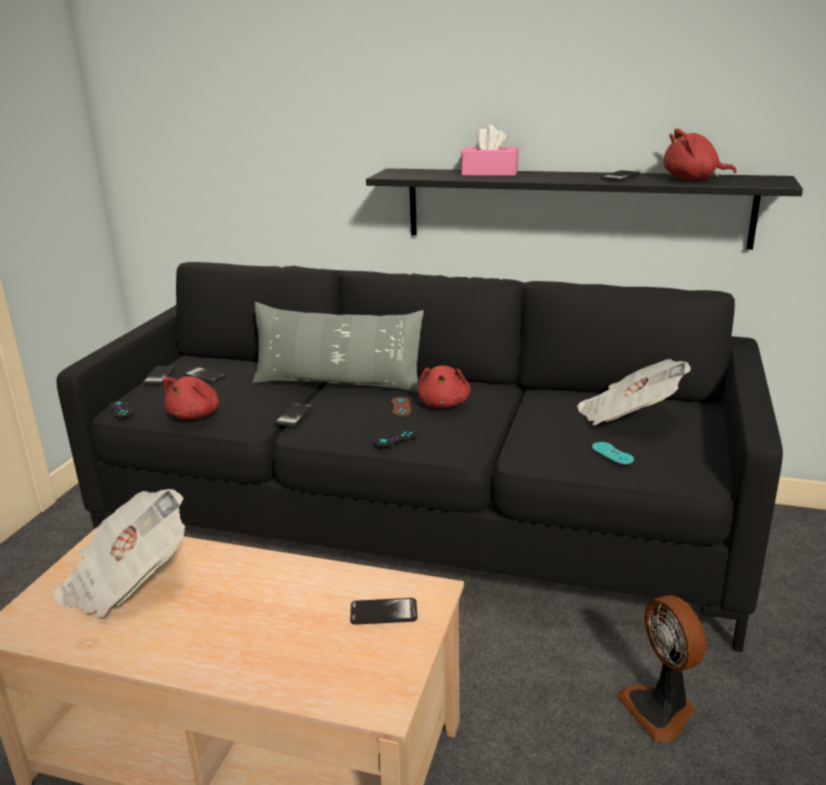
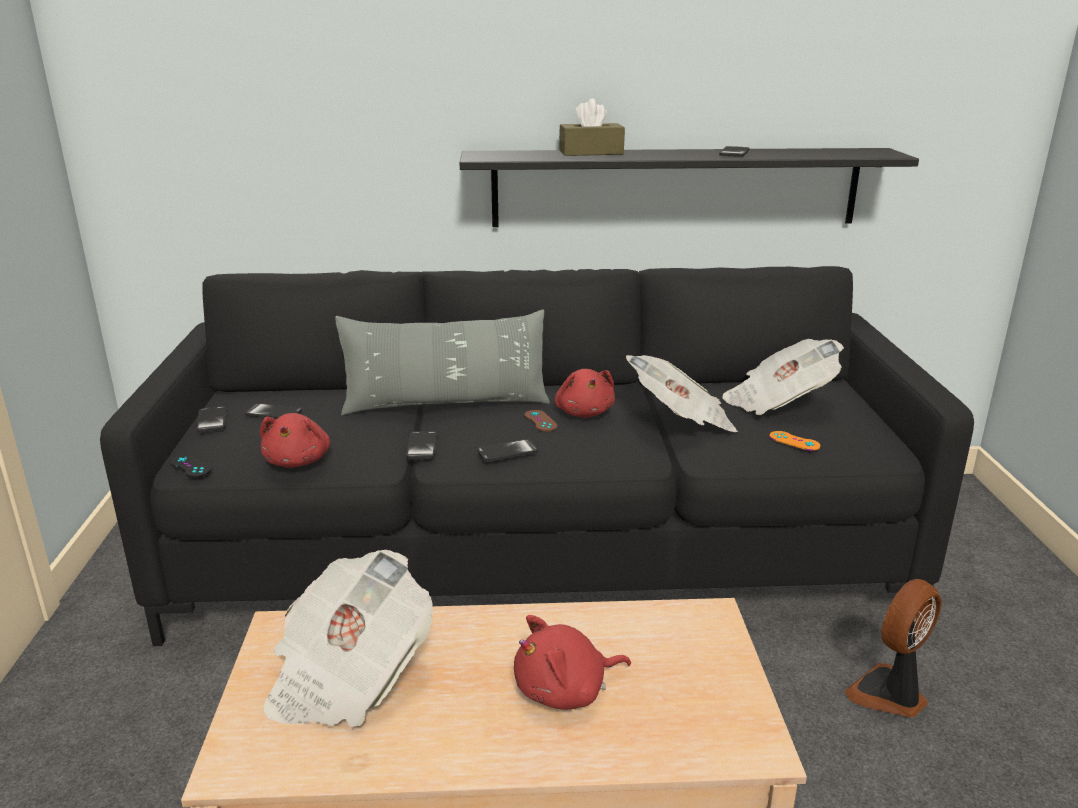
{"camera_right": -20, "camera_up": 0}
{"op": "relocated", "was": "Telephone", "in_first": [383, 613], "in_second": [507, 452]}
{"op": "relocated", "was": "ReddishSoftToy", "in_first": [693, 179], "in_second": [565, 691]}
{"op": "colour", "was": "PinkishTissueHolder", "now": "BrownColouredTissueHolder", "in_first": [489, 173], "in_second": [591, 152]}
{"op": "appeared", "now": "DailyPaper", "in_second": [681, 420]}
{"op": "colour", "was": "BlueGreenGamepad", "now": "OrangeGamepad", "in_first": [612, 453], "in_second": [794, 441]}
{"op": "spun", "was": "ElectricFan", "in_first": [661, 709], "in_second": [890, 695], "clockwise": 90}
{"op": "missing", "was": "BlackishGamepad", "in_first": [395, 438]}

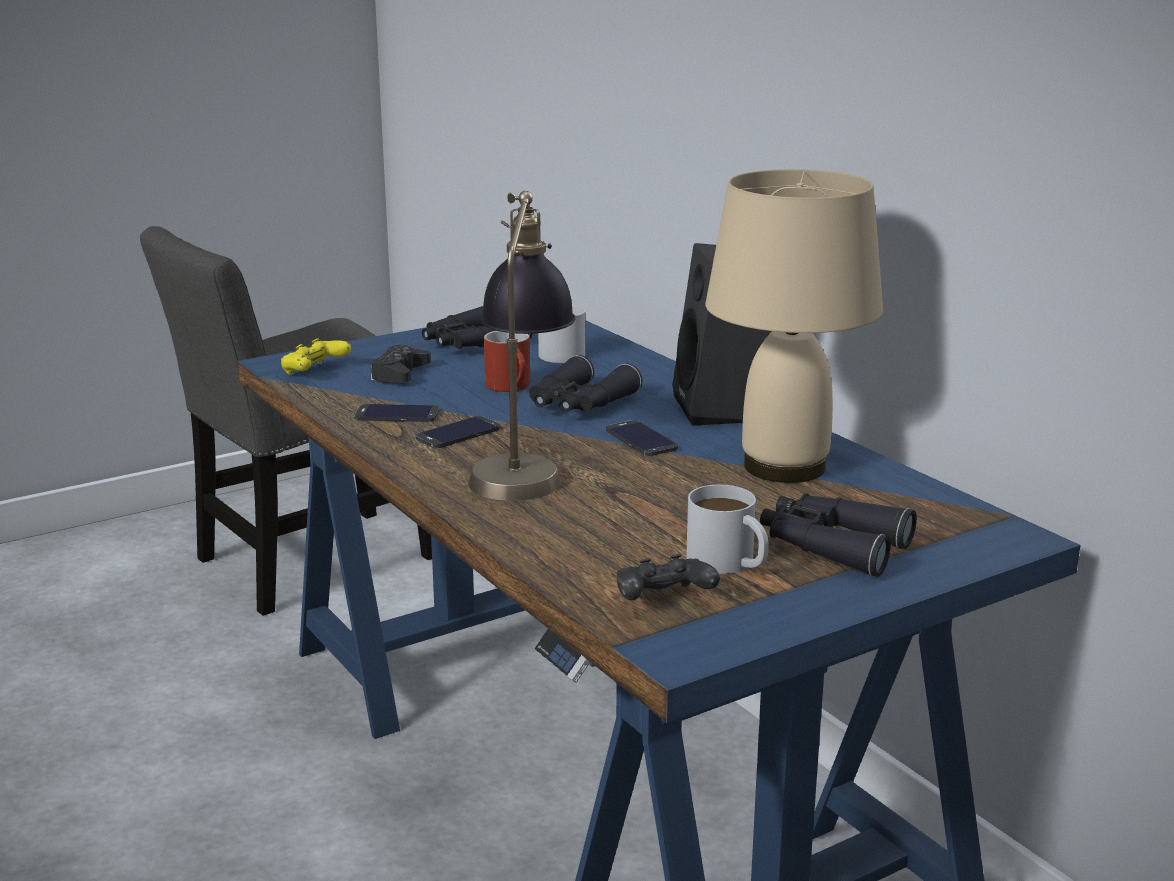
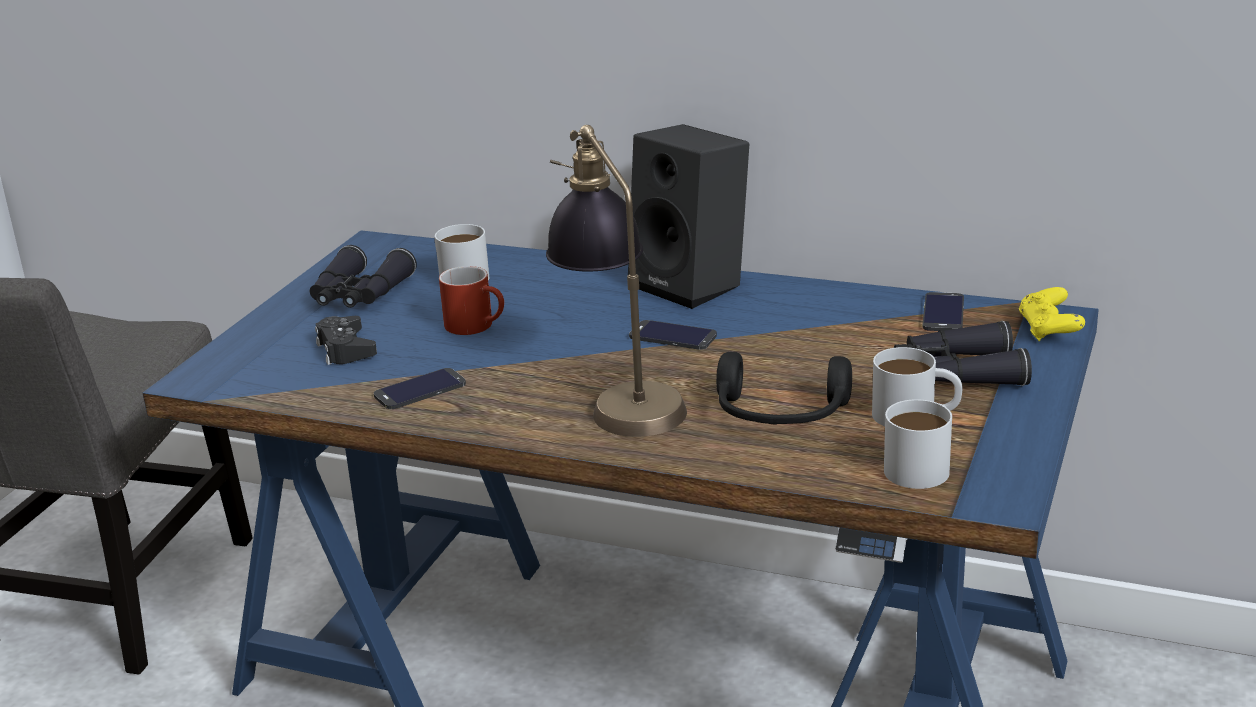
{"camera_right": -35, "camera_up": 5}
{"op": "appeared", "now": "BlackishHeadphones", "in_second": [780, 415]}
{"op": "exchanged", "was": "BlackishGamepad", "now": "WhiteCoffeeMug", "in_first": [663, 601], "in_second": [923, 465]}
{"op": "relocated", "was": "Telephone", "in_first": [458, 433], "in_second": [943, 313]}
{"op": "relocated", "was": "YellowGamepad", "in_first": [314, 372], "in_second": [1049, 330]}
{"op": "missing", "was": "BlackishPairOfBinoculars", "in_first": [579, 404]}
{"op": "missing", "was": "BeigeColouredTabletopLamp", "in_first": [786, 467]}

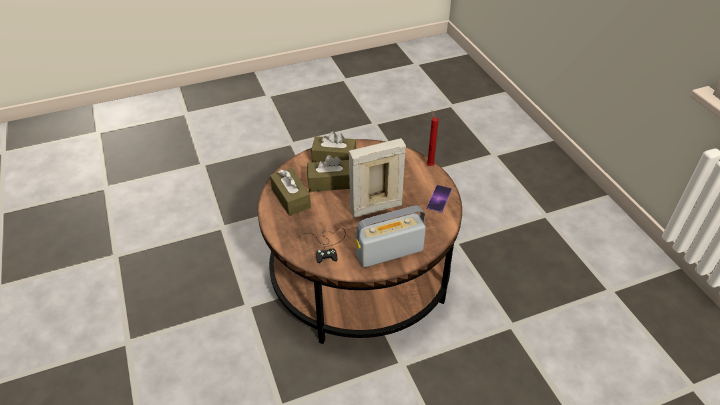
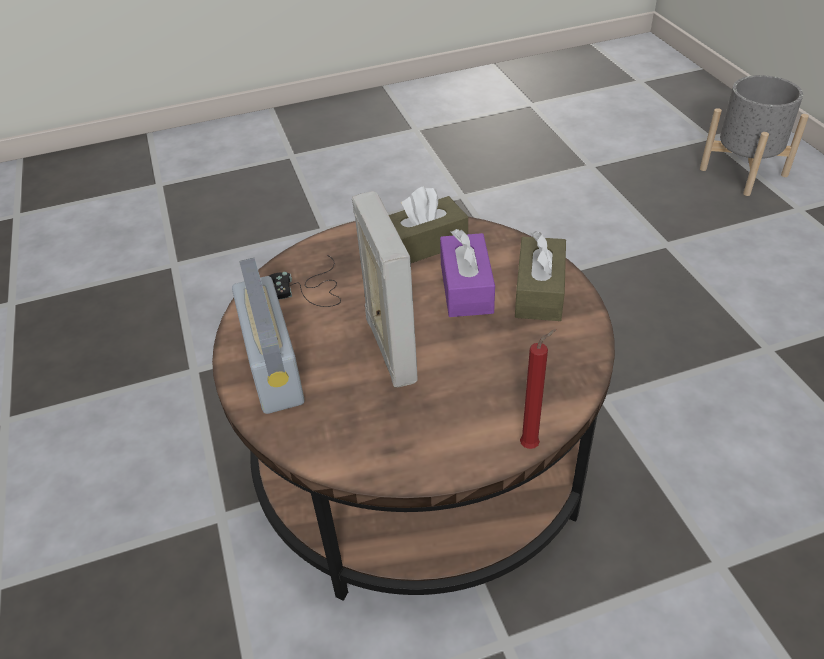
{"camera_right": 95, "camera_up": 0}
{"op": "colour", "was": "BrownColouredTissueHolder", "now": "PurpleTissueHolder", "in_first": [330, 182], "in_second": [466, 288]}
{"op": "appeared", "now": "GreyPlanter", "in_second": [743, 172]}
{"op": "missing", "was": "Telephone", "in_first": [439, 198]}

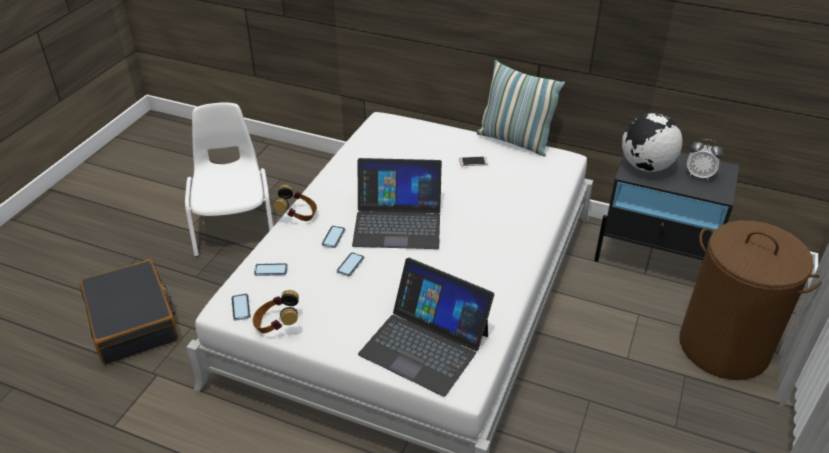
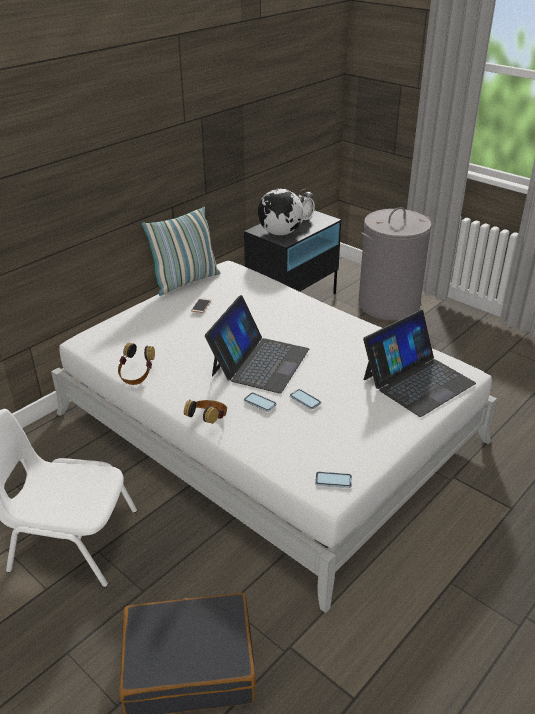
{"camera_right": -70, "camera_up": -5}
{"op": "relocated", "was": "Headphones", "in_first": [277, 325], "in_second": [137, 376]}
{"op": "colour", "was": "BrownColouredWashingBasket", "now": "GreyWashingBasket", "in_first": [724, 346], "in_second": [388, 304]}
{"op": "missing", "was": "Telephone", "in_first": [271, 270]}

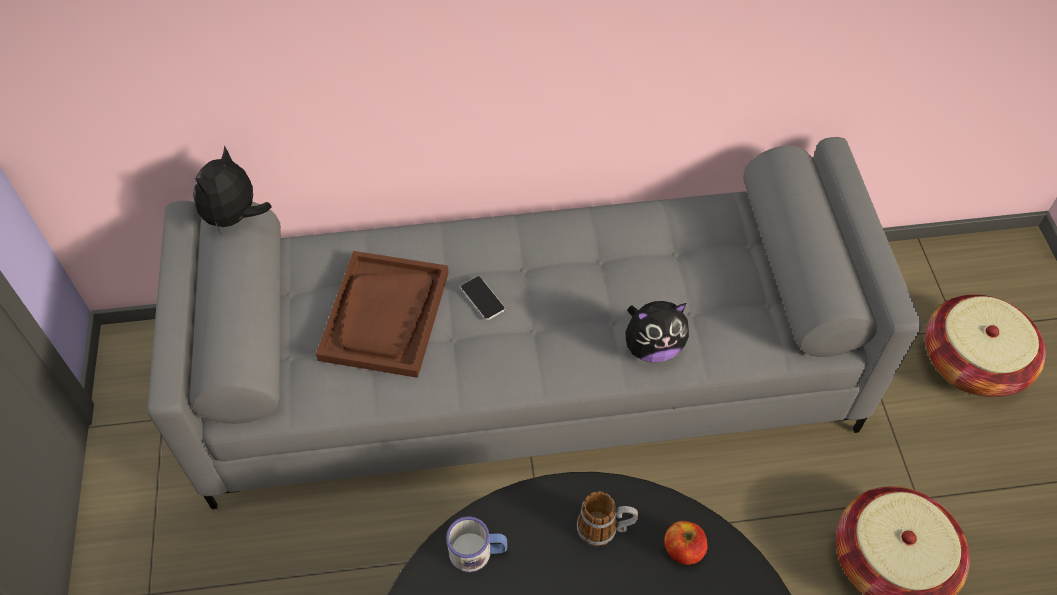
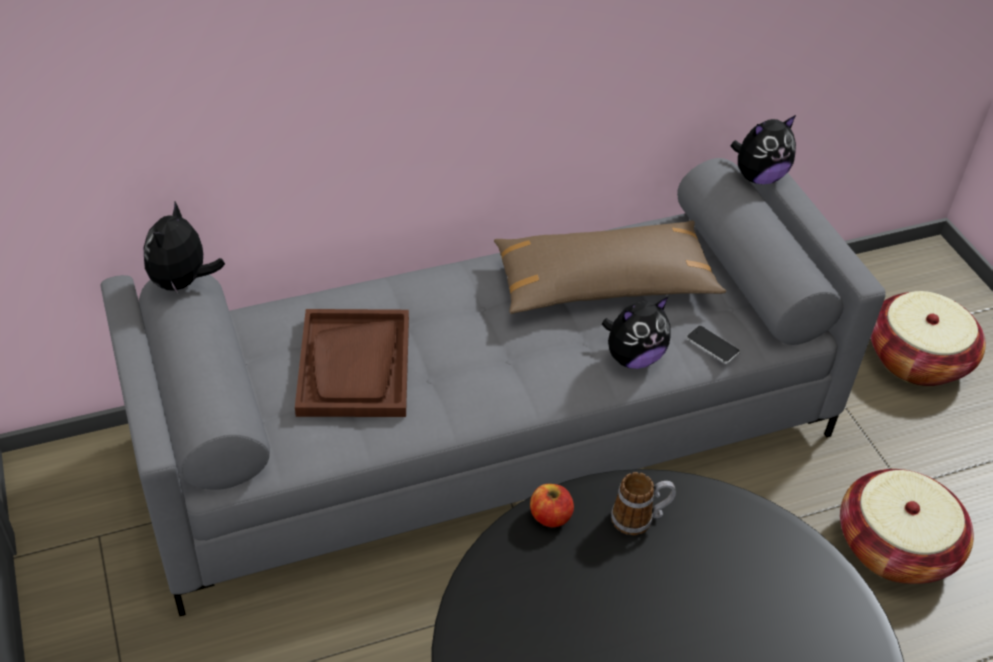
{"camera_right": -15, "camera_up": -10}
{"op": "appeared", "now": "BrownColouredPillow", "in_second": [603, 283]}
{"op": "relocated", "was": "WholeApple", "in_first": [683, 549], "in_second": [550, 516]}
{"op": "relocated", "was": "Telephone", "in_first": [482, 298], "in_second": [712, 345]}
{"op": "appeared", "now": "SoftToy", "in_second": [758, 177]}
{"op": "missing", "was": "CoffeeMug", "in_first": [478, 552]}

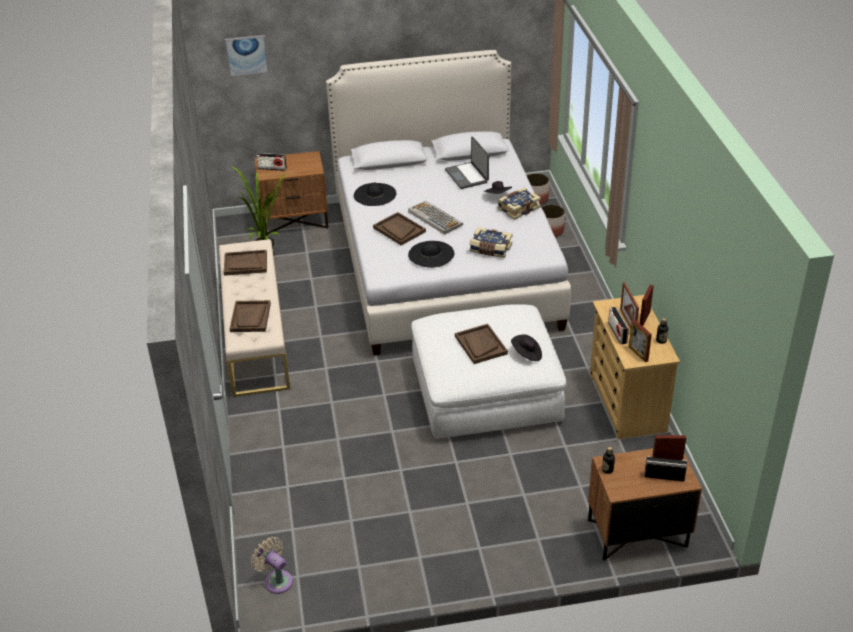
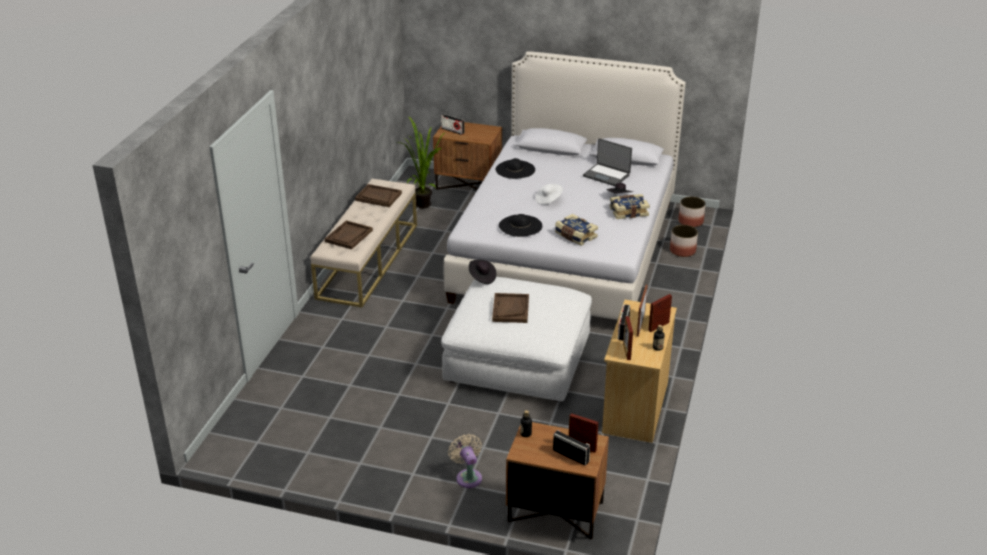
{"camera_right": 25, "camera_up": -5}
{"op": "relocated", "was": "BeigeColouredElectricFan", "in_first": [276, 580], "in_second": [468, 476]}
{"op": "relocated", "was": "BlackishWearableHat", "in_first": [527, 354], "in_second": [482, 277]}
{"op": "exchanged", "was": "PcKeyboard", "now": "WhiteWearableHat", "in_first": [434, 218], "in_second": [548, 200]}
{"op": "spun", "was": "NotebookComputer", "in_first": [467, 176], "in_second": [607, 175], "clockwise": -60}
{"op": "missing", "was": "WallPicture", "in_first": [246, 55]}
{"op": "missing", "was": "BrownColouredServingTray", "in_first": [399, 230]}

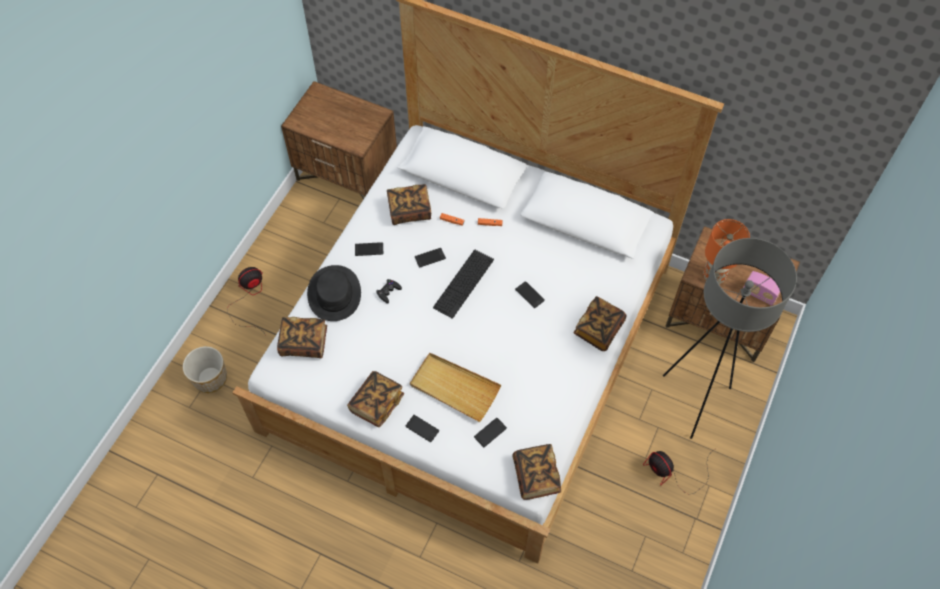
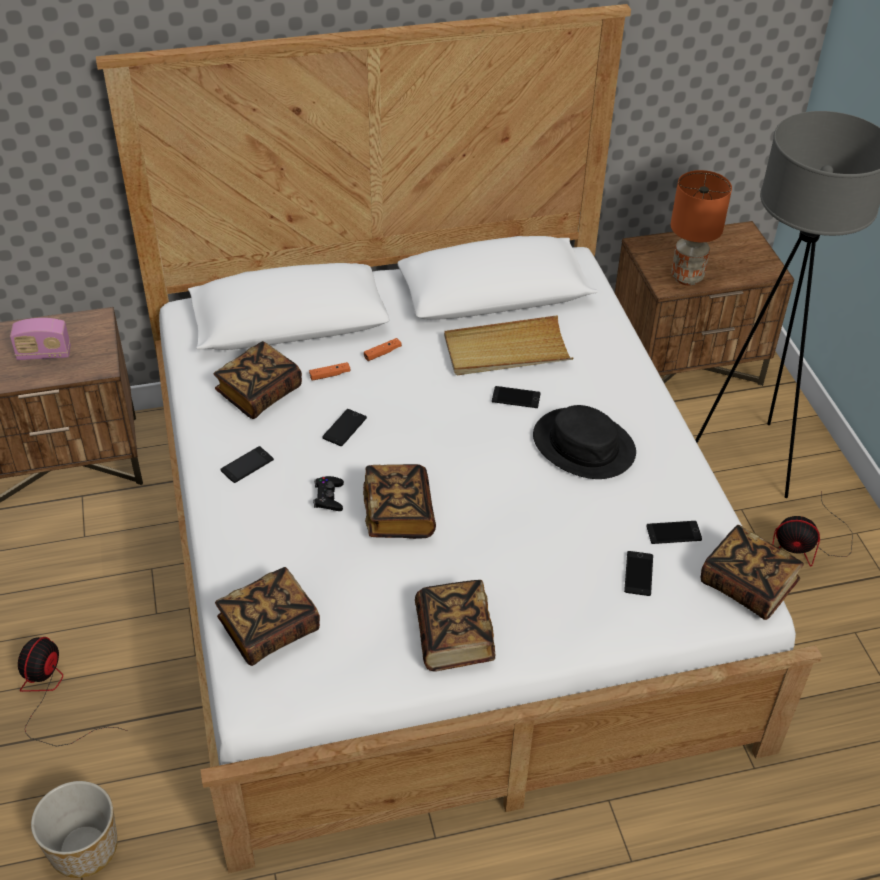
{"camera_right": -40, "camera_up": -15}
{"op": "relocated", "was": "RadioReceiver", "in_first": [759, 294], "in_second": [44, 354]}
{"op": "relocated", "was": "Book", "in_first": [598, 329], "in_second": [398, 514]}
{"op": "relocated", "was": "BeigeColouredServingTray", "in_first": [454, 388], "in_second": [506, 351]}
{"op": "relocated", "was": "BlackishWearableHat", "in_first": [334, 294], "in_second": [584, 445]}
{"op": "relocated", "was": "Telephone", "in_first": [422, 428], "in_second": [673, 533]}
{"op": "missing", "was": "PcKeyboard", "in_first": [463, 283]}

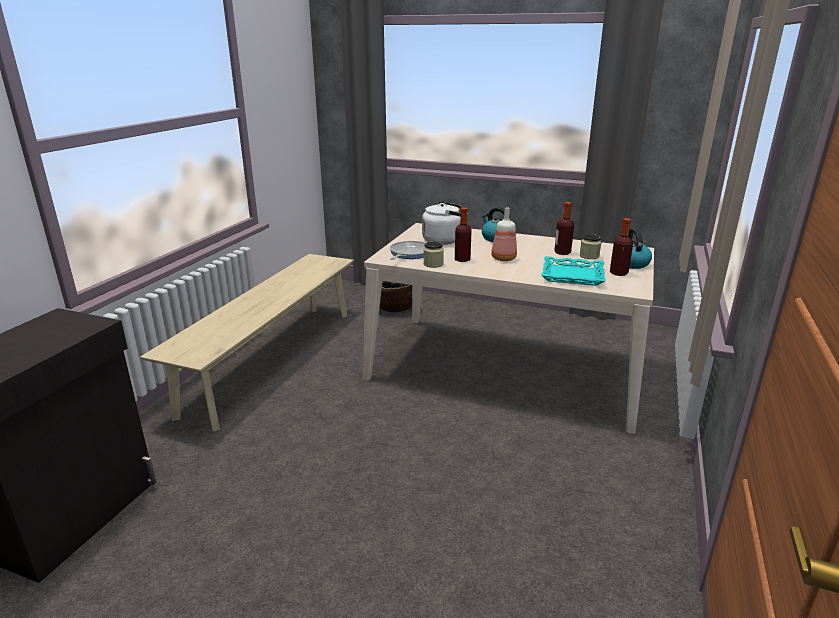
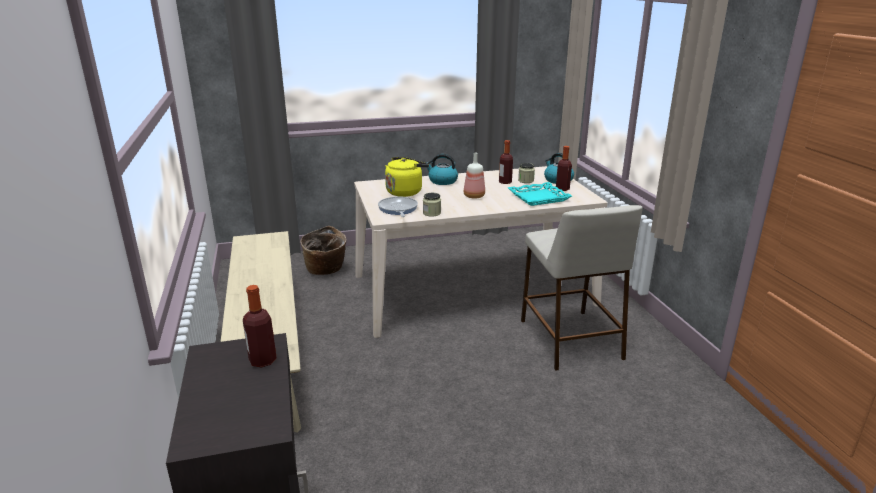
{"camera_right": -35, "camera_up": 0}
{"op": "relocated", "was": "DrinkBottle", "in_first": [462, 259], "in_second": [262, 360]}
{"op": "colour", "was": "WhiteTeaKettle", "now": "YellowTeaKettle", "in_first": [444, 240], "in_second": [405, 192]}
{"op": "appeared", "now": "BeigeColouredStoolSeat", "in_second": [569, 338]}

